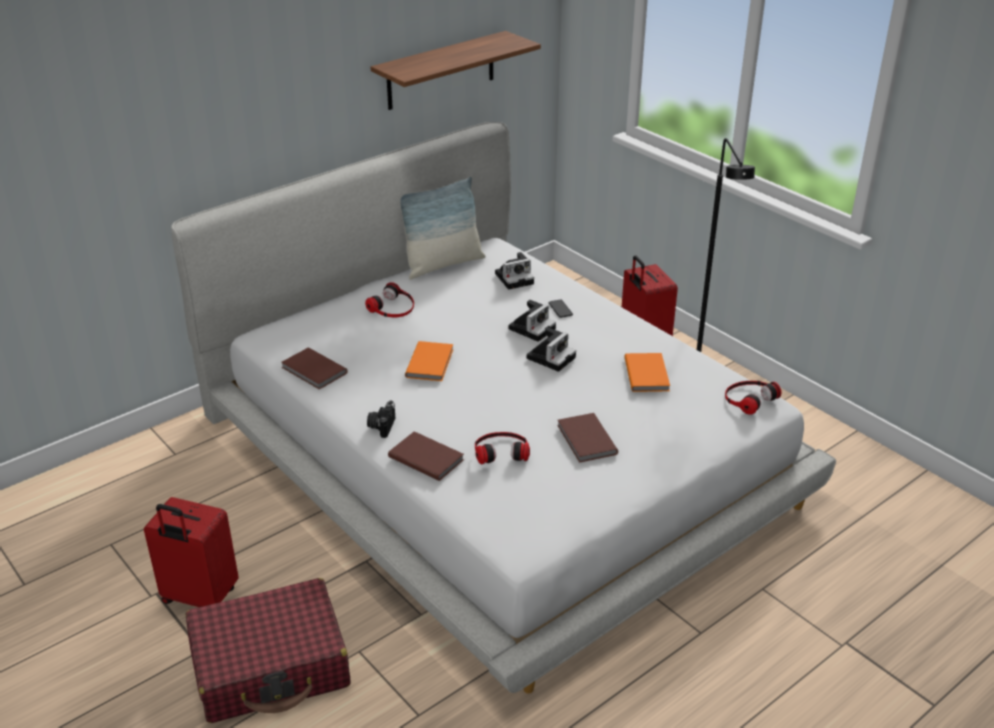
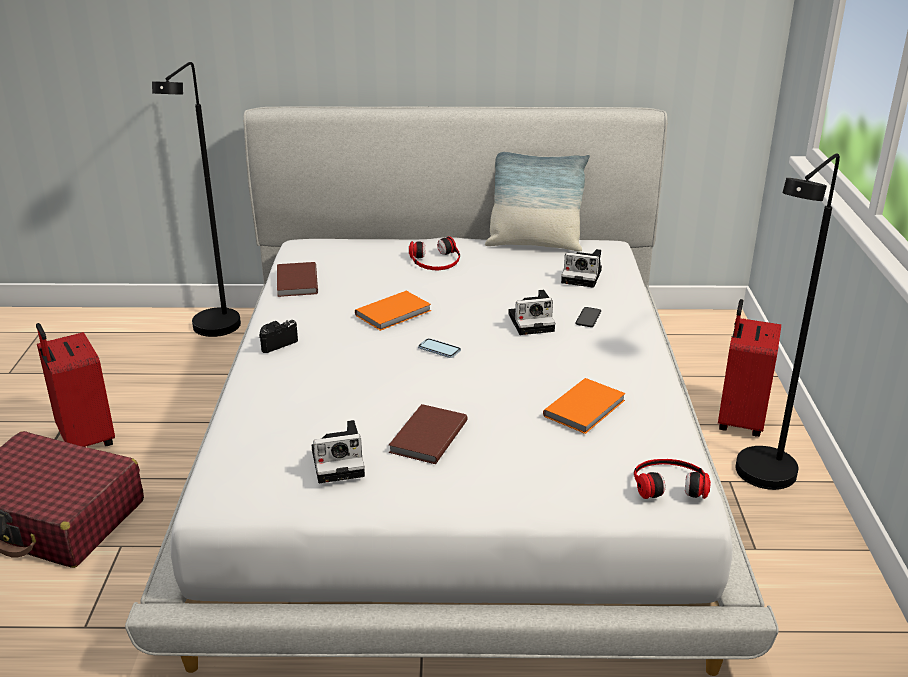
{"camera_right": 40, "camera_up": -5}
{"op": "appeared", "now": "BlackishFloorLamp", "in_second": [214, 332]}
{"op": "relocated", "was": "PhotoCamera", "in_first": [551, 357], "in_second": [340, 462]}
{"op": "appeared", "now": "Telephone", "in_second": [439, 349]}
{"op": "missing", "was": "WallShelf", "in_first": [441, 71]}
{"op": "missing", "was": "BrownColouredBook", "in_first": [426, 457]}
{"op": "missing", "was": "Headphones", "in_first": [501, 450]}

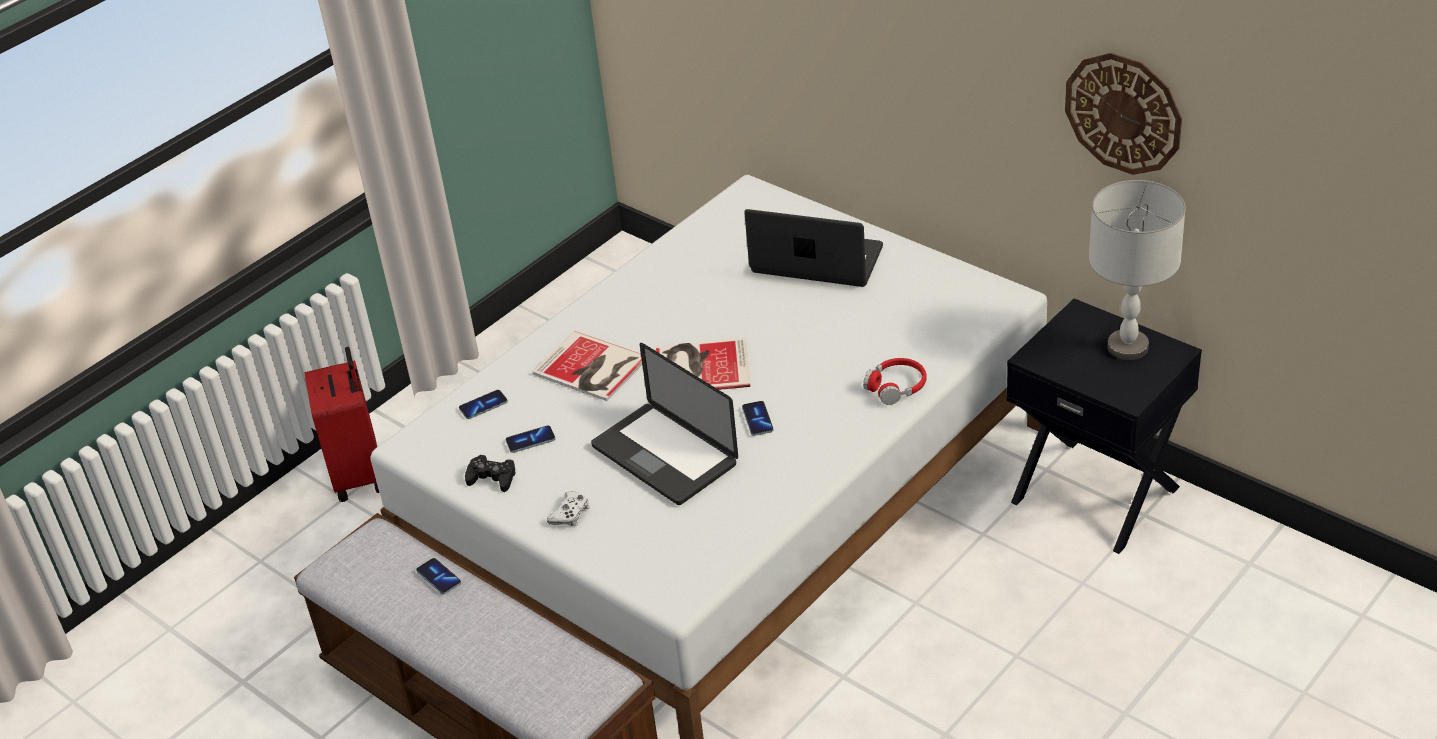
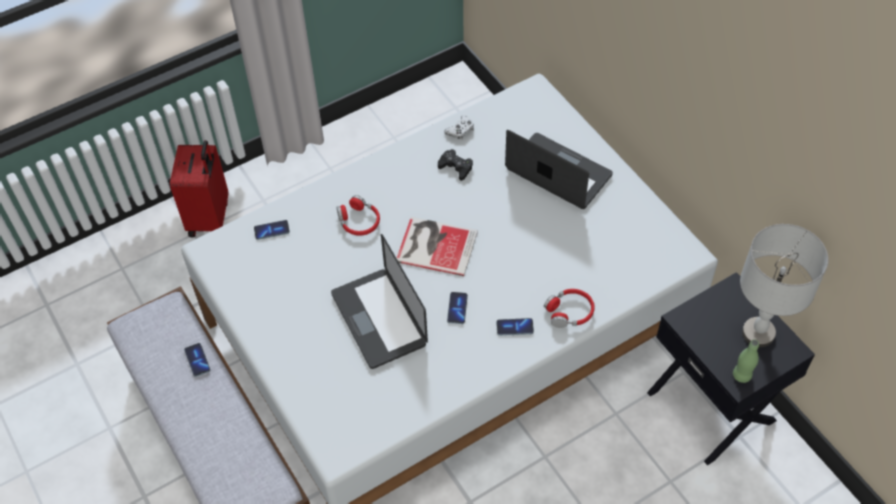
{"camera_right": 15, "camera_up": 15}
{"op": "exchanged", "was": "Book", "now": "ReddishHeadphones", "in_first": [591, 368], "in_second": [359, 221]}
{"op": "relocated", "was": "BlackishGamepad", "in_first": [492, 478], "in_second": [456, 167]}
{"op": "relocated", "was": "WhiteGamepad", "in_first": [570, 514], "in_second": [460, 130]}
{"op": "relocated", "was": "Telephone", "in_first": [530, 440], "in_second": [514, 327]}
{"op": "appeared", "now": "GreenDrinkBottle", "in_second": [742, 375]}
{"op": "missing", "was": "HangingClock", "in_first": [1123, 113]}

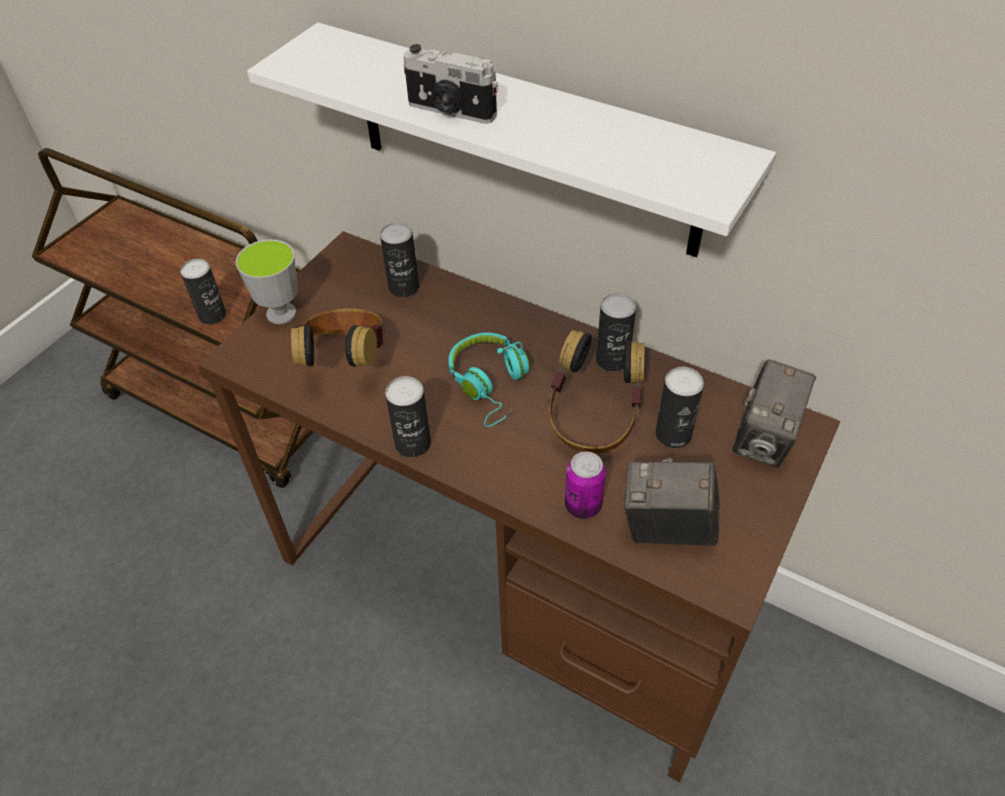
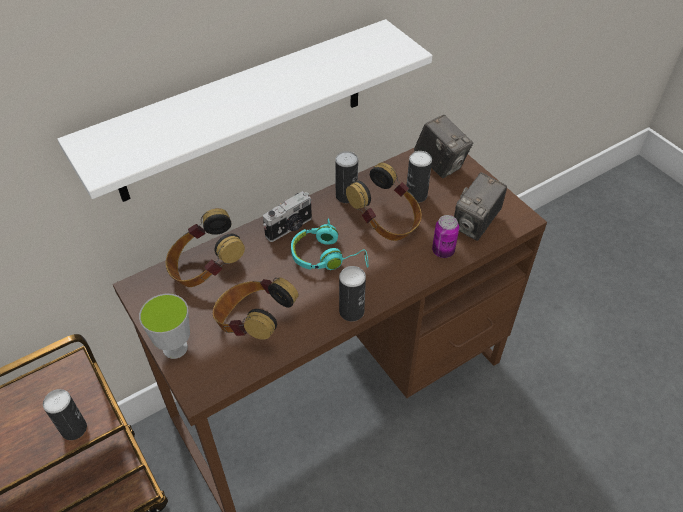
{"camera_right": -65, "camera_up": 0}
{"op": "exchanged", "was": "Can", "now": "Headphones", "in_first": [403, 287], "in_second": [206, 269]}
{"op": "relocated", "was": "PhotoCamera", "in_first": [450, 111], "in_second": [290, 228]}

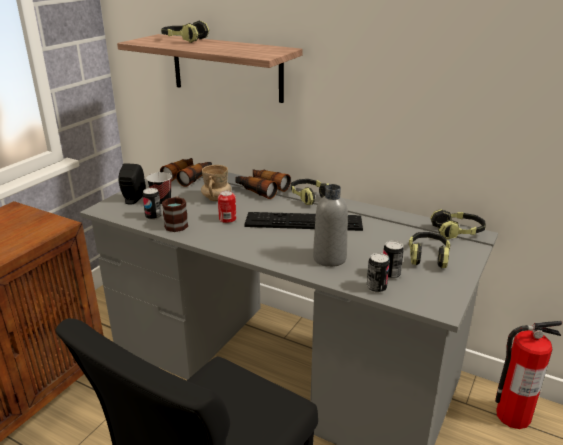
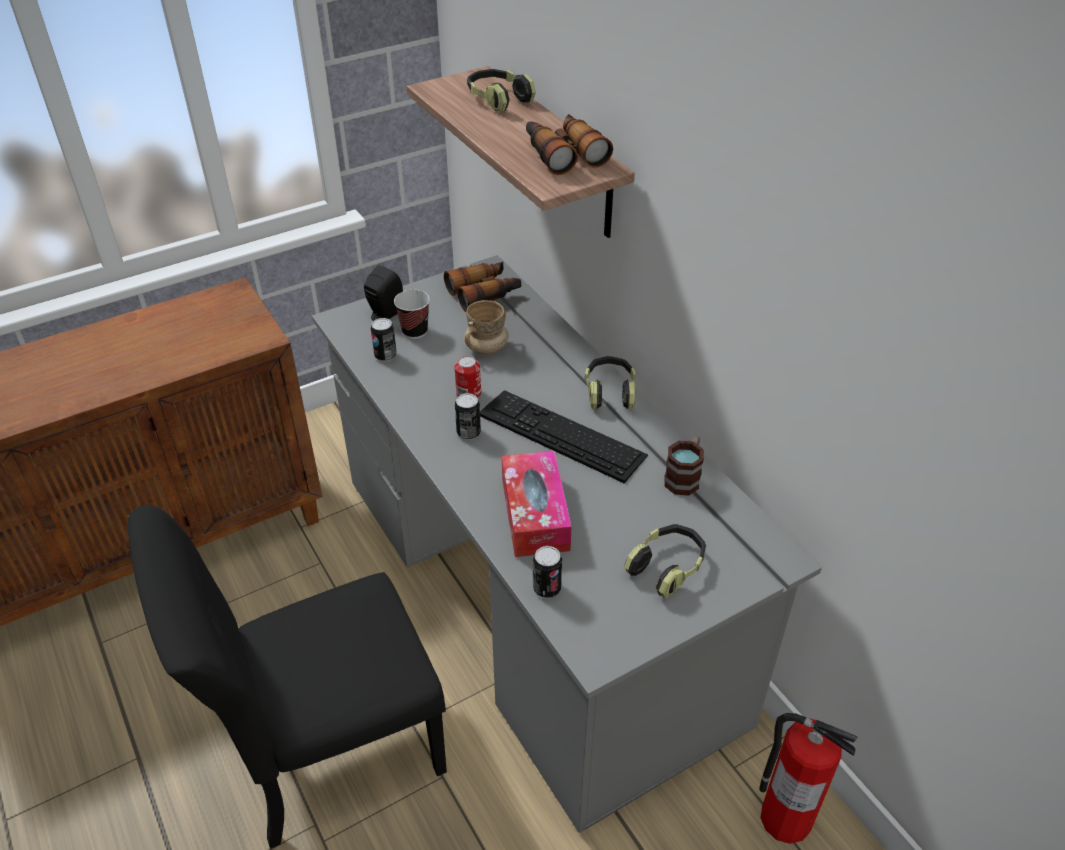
{"camera_right": 30, "camera_up": 15}
{"op": "relocated", "was": "Can", "in_first": [390, 274], "in_second": [468, 433]}
{"op": "exchanged", "was": "GreyDrinkBottle", "now": "TissueHolder", "in_first": [329, 258], "in_second": [535, 514]}
{"op": "relocated", "was": "PairOfBinoculars", "in_first": [261, 189], "in_second": [563, 153]}
{"op": "relocated", "was": "CoffeeMug", "in_first": [177, 223], "in_second": [684, 477]}
{"op": "missing", "was": "Headphones", "in_first": [457, 232]}

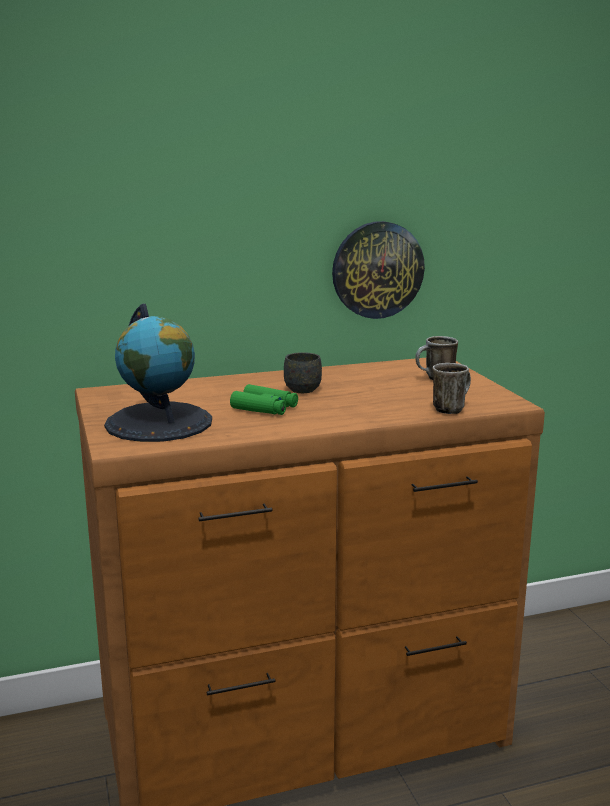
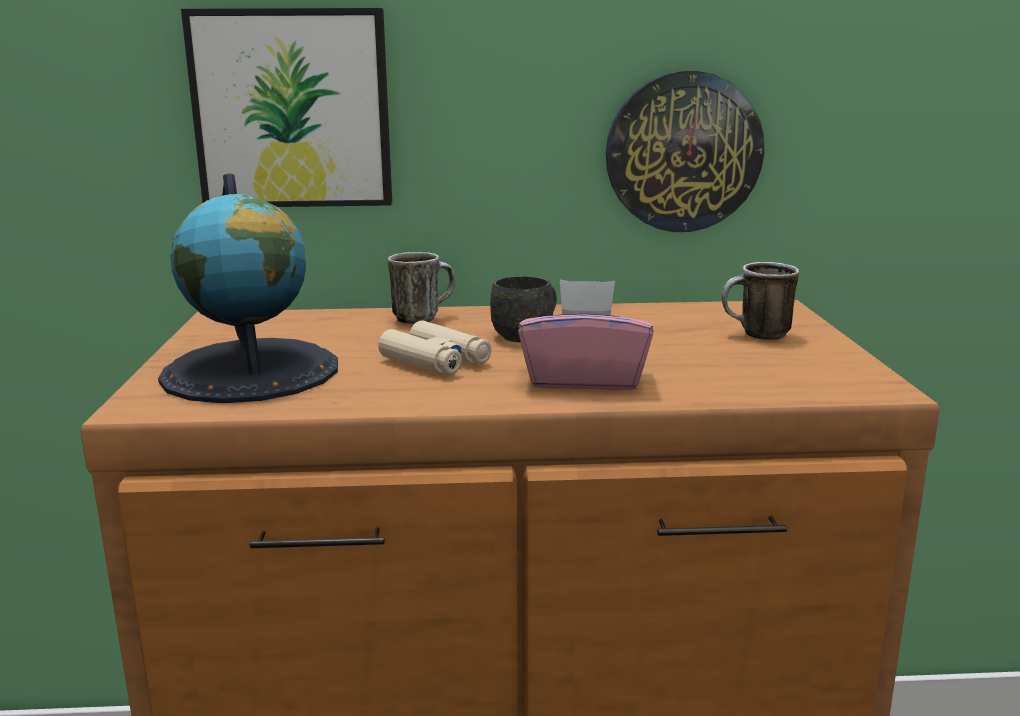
{"camera_right": 15, "camera_up": 0}
{"op": "appeared", "now": "WallPicture", "in_second": [293, 109]}
{"op": "colour", "was": "GreenPairOfBinoculars", "now": "BeigeColouredPairOfBinoculars", "in_first": [265, 408], "in_second": [436, 361]}
{"op": "relocated", "was": "CoffeeMug", "in_first": [450, 408], "in_second": [422, 318]}
{"op": "appeared", "now": "PinkishTissueHolder", "in_second": [584, 379]}

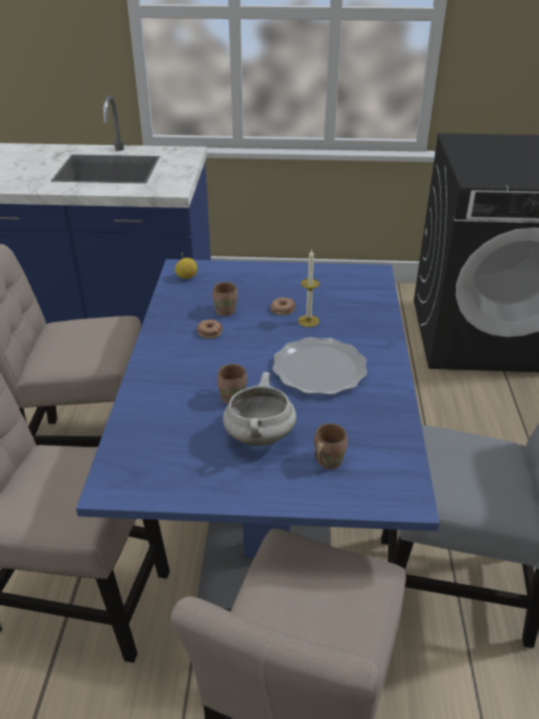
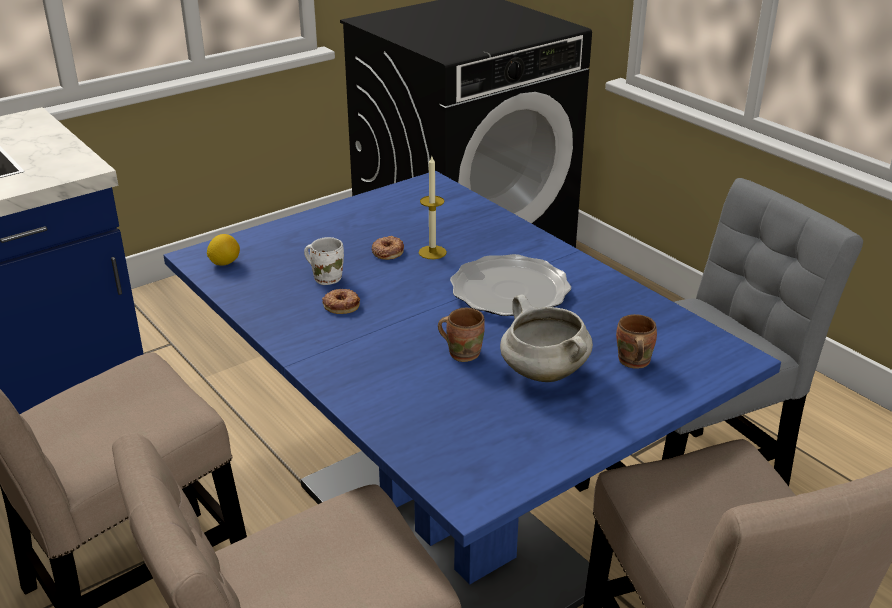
{"camera_right": -40, "camera_up": -5}
{"op": "colour", "was": "BrownColouredCoffeeMug", "now": "WhiteCoffeeMug", "in_first": [226, 310], "in_second": [327, 278]}

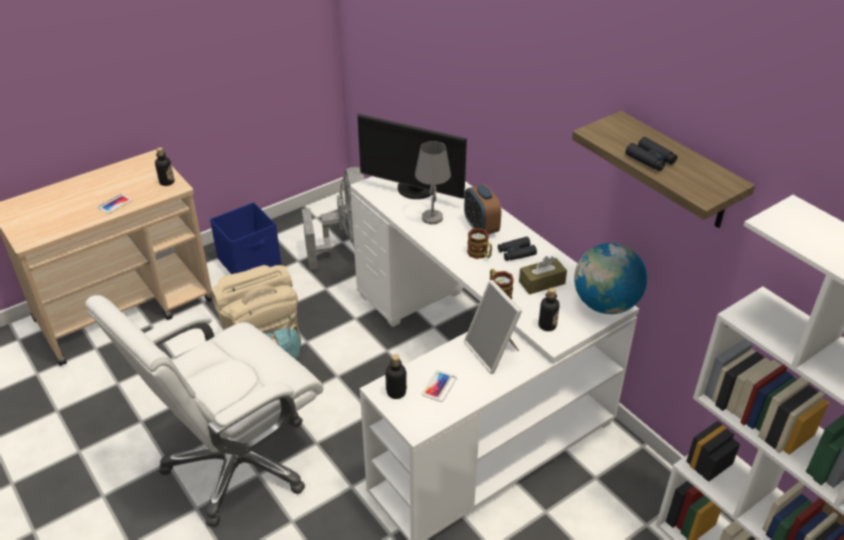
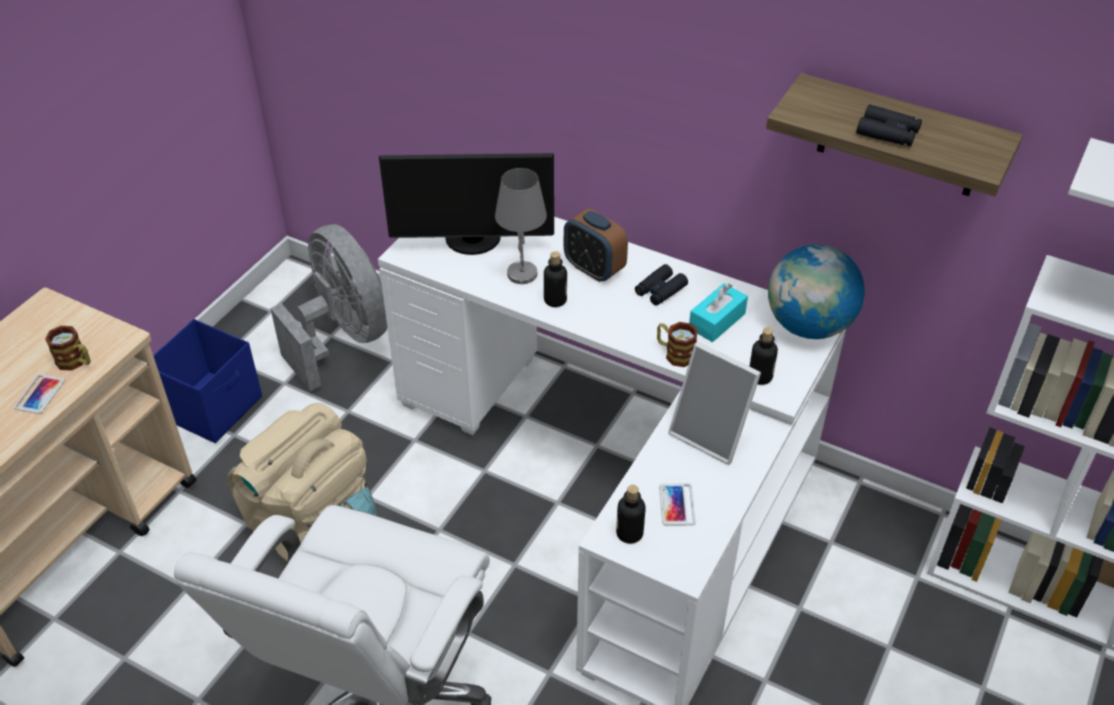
{"camera_right": -25, "camera_up": 5}
{"op": "relocated", "was": "CoffeeMug", "in_first": [480, 254], "in_second": [76, 362]}
{"op": "relocated", "was": "DrinkBottle", "in_first": [167, 182], "in_second": [555, 300]}
{"op": "colour", "was": "BrownColouredTissueHolder", "now": "BlueGreenTissueHolder", "in_first": [542, 282], "in_second": [717, 321]}

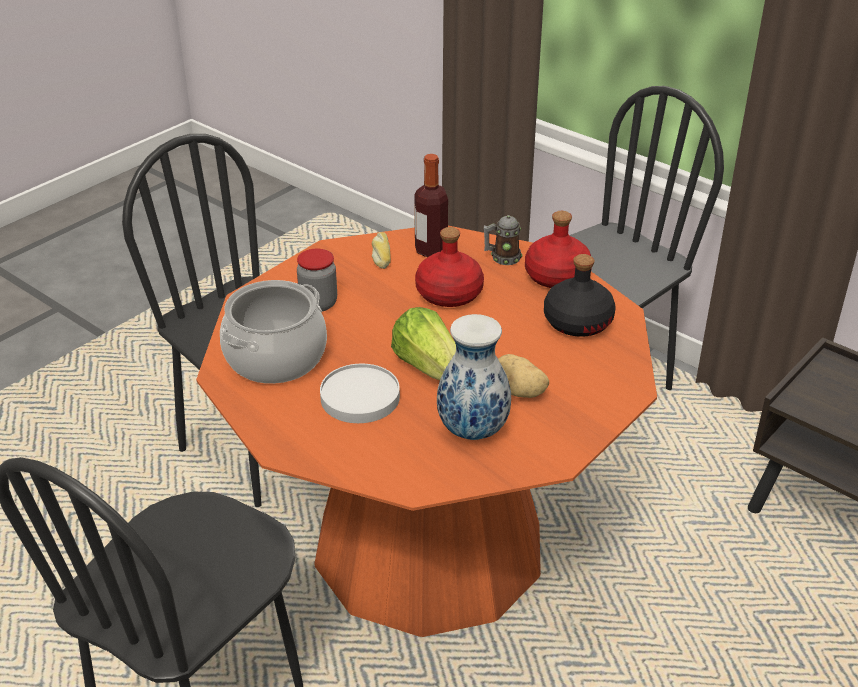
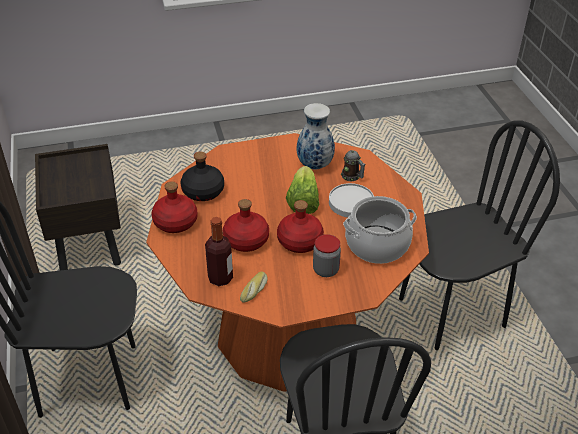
{"camera_right": -145, "camera_up": 5}
{"op": "appeared", "now": "ReddishDrinkBottle", "in_second": [300, 241]}
{"op": "relocated", "was": "CoffeeMug", "in_first": [502, 258], "in_second": [352, 177]}
{"op": "missing", "was": "Potato", "in_first": [518, 392]}

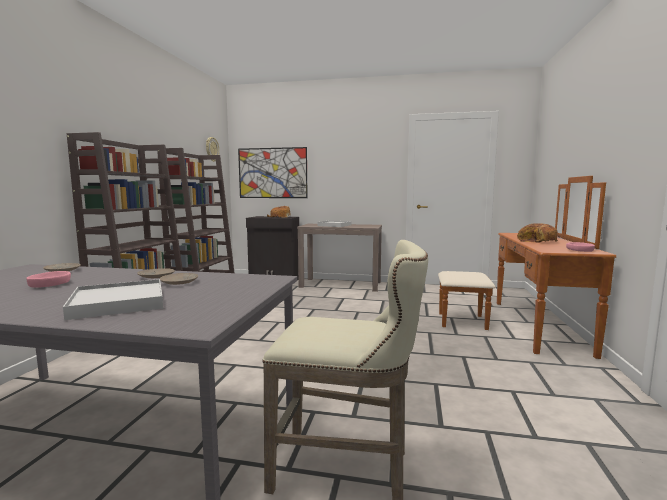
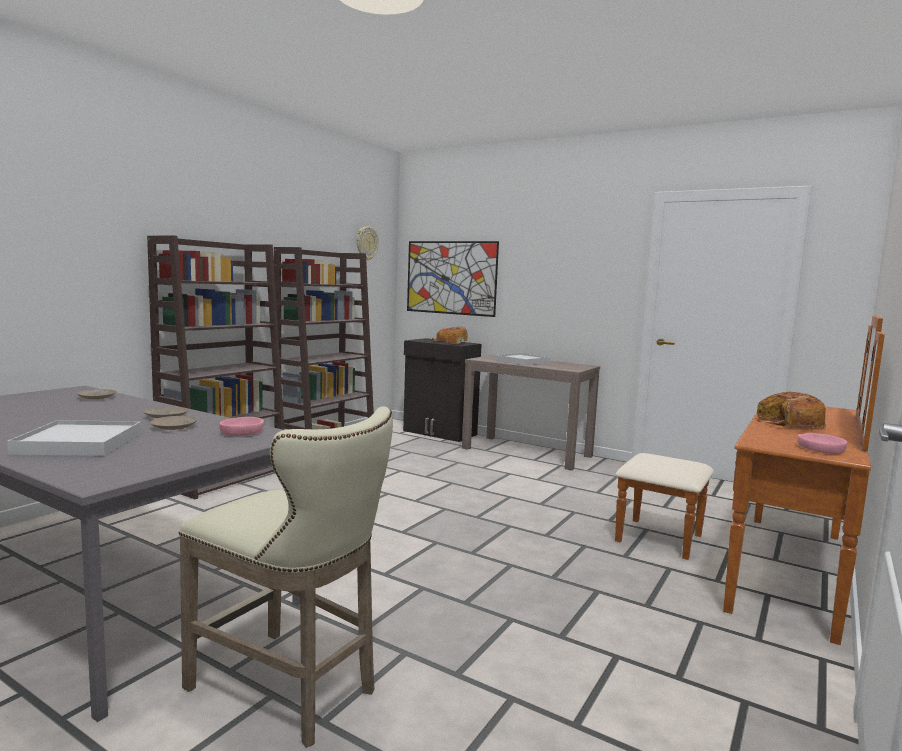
{"camera_right": 20, "camera_up": 0}
{"op": "relocated", "was": "PinkishServingBowl", "in_first": [50, 284], "in_second": [242, 432]}

